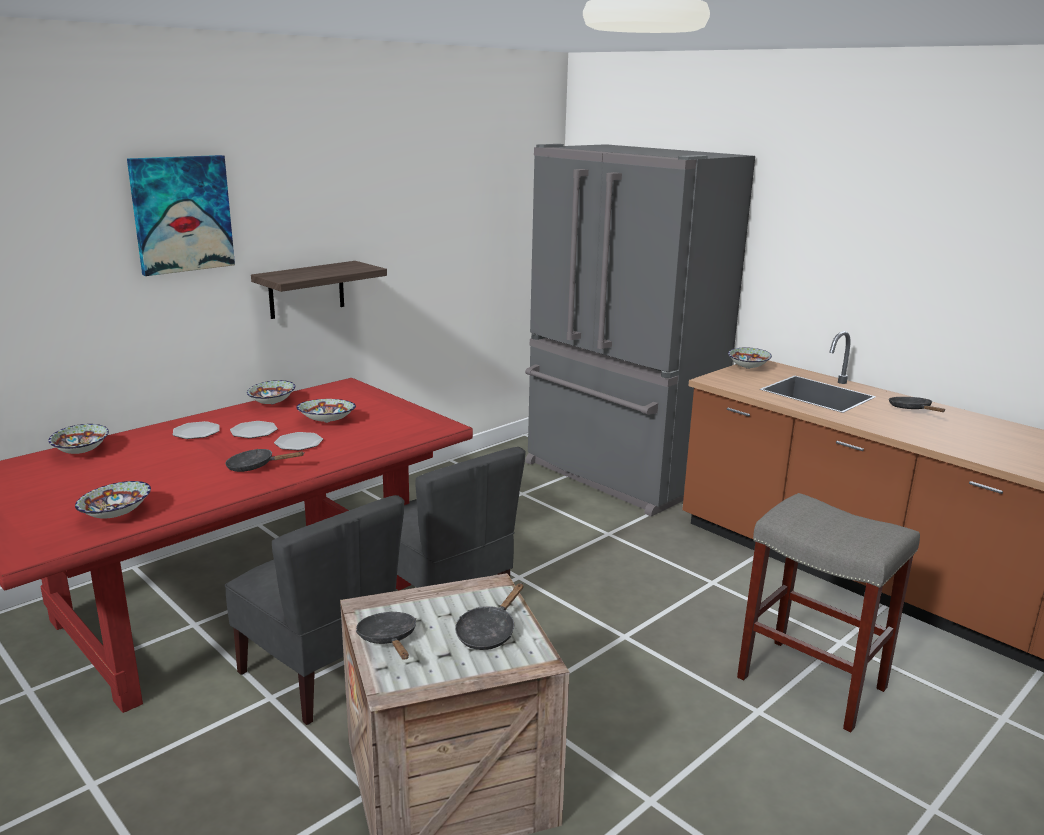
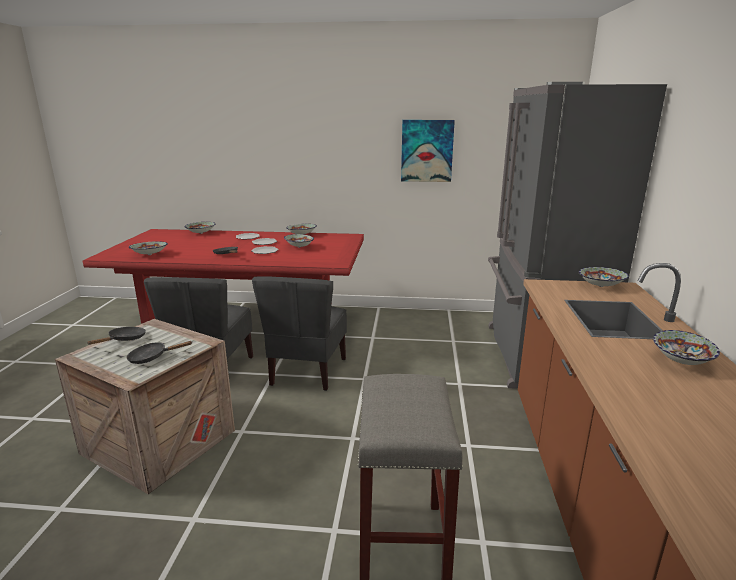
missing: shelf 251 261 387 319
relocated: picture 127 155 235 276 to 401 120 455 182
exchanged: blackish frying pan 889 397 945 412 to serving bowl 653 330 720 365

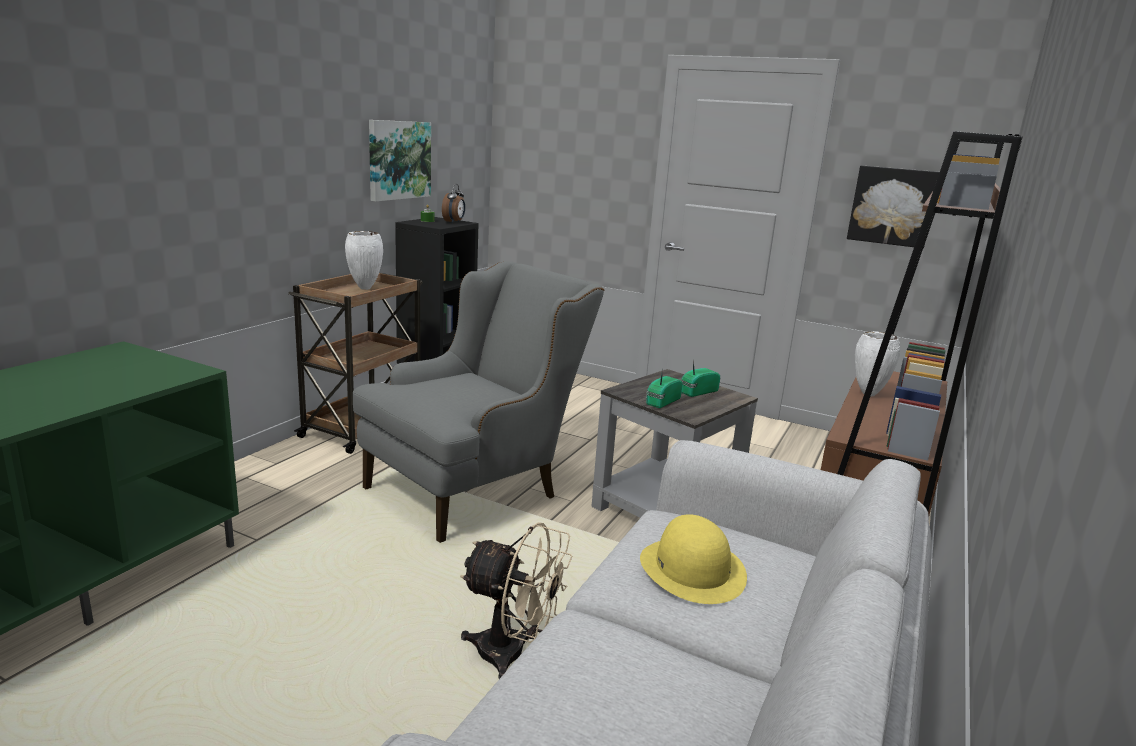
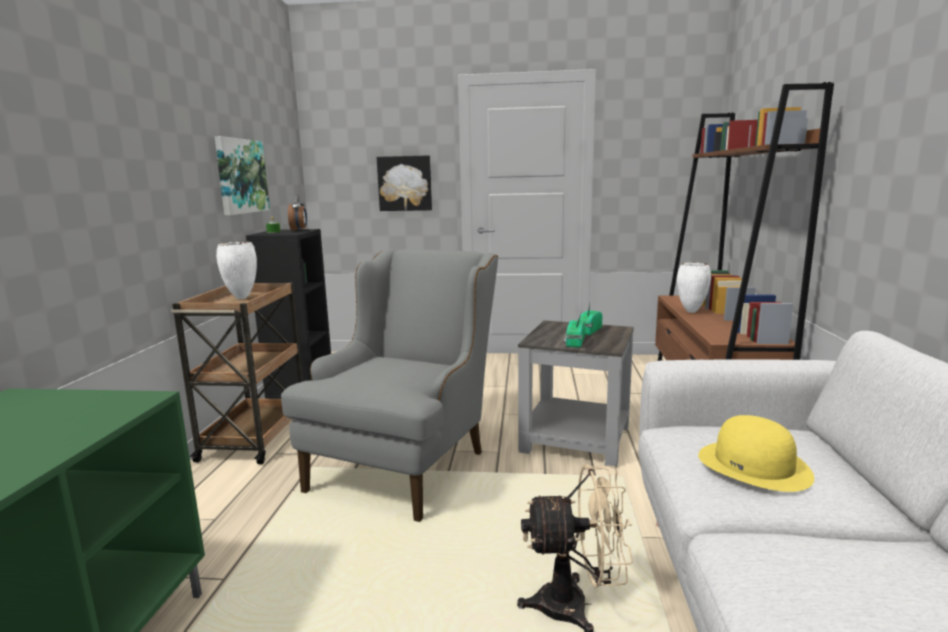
relocated: picture 847 165 940 247 to 377 155 432 211

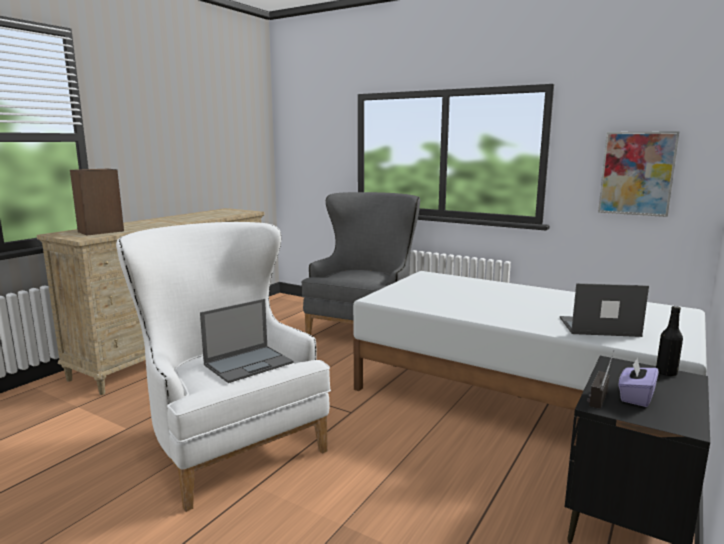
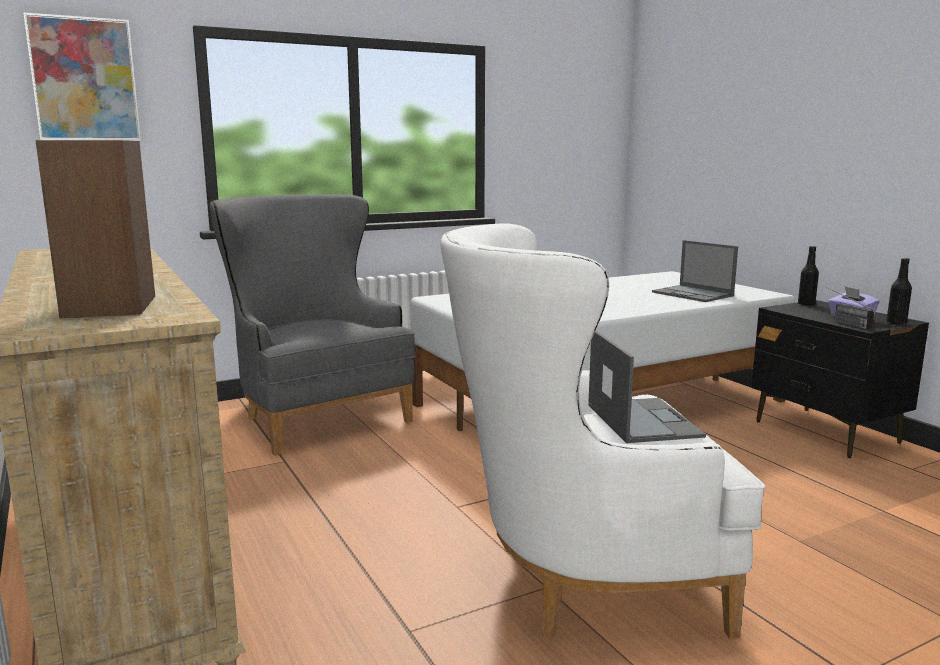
appeared: blackish bottle 886 258 912 325
relocated: picture 598 131 680 217 to 23 12 141 141
spun: laptop 560 283 649 337 = 652 240 738 302 75 degrees counterclockwise

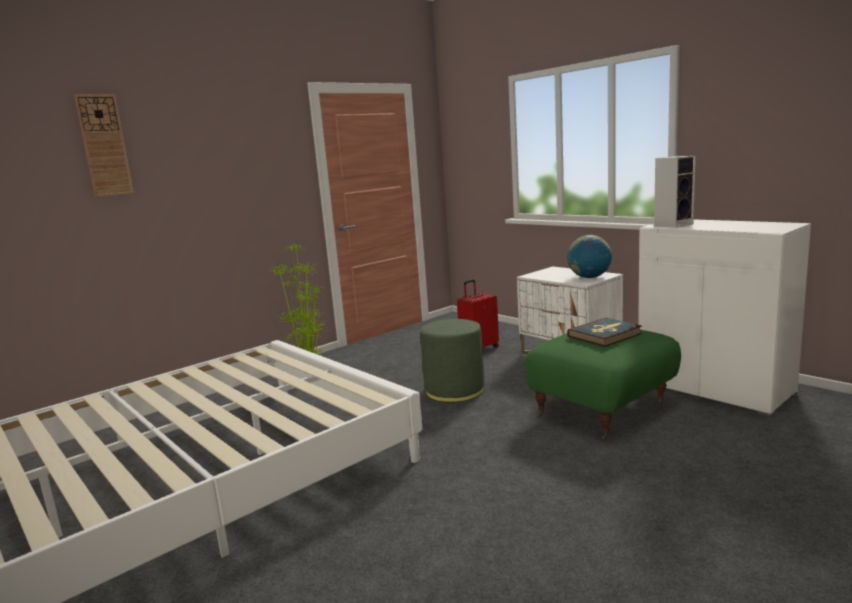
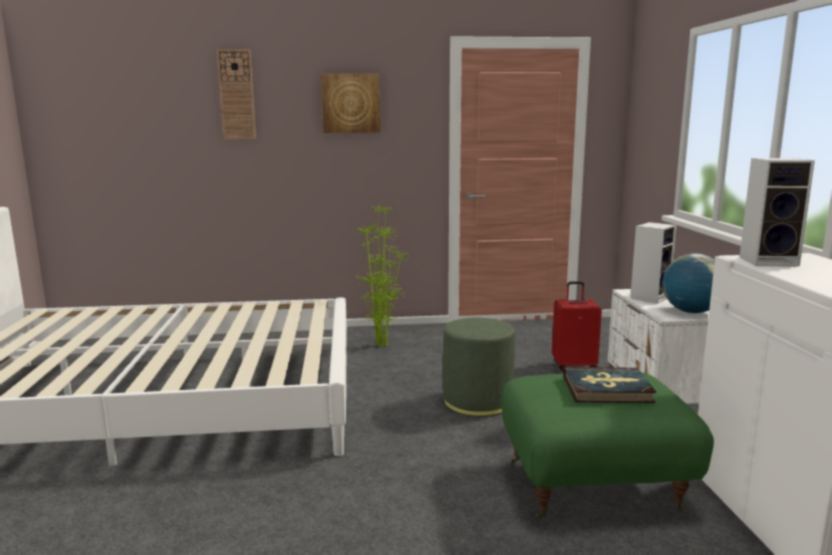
appeared: picture 321 74 380 133; loudspeaker 630 222 677 304

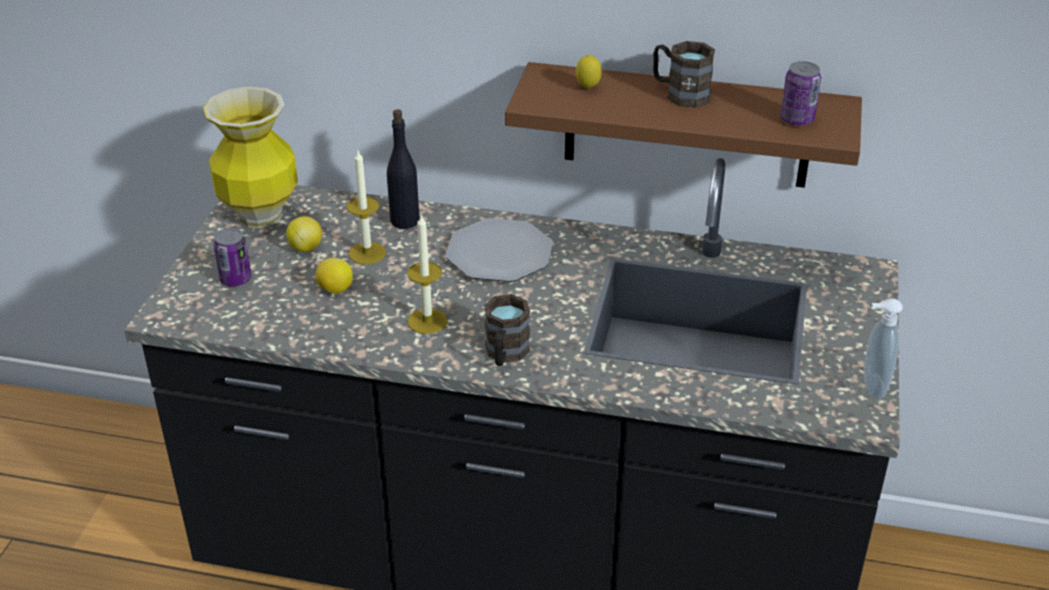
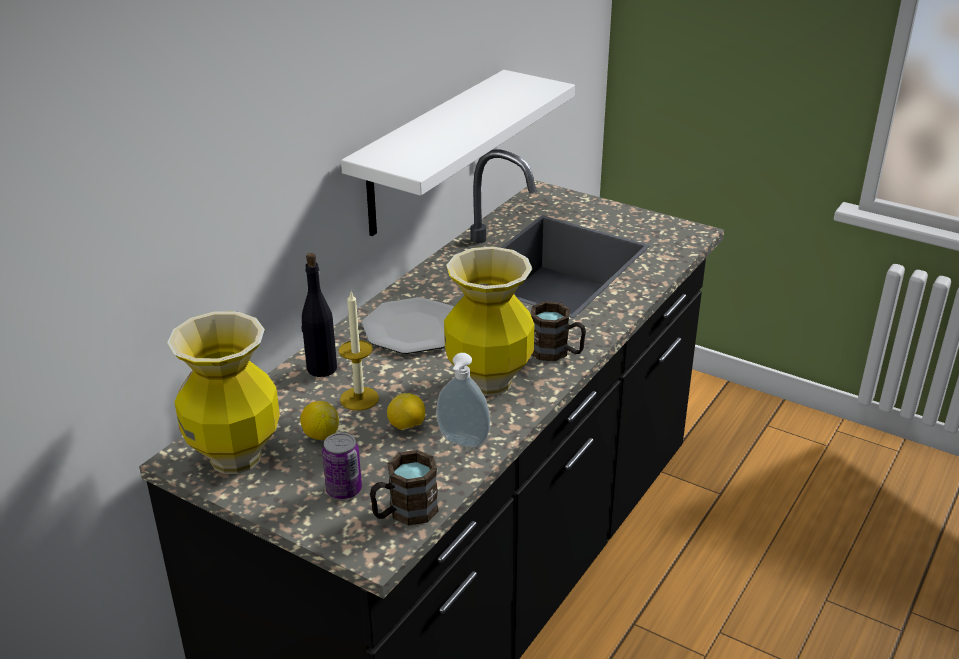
missing: citrus fruit 576 55 602 89; can 780 61 821 126
relocated: brown coffee mug 653 41 715 108 to 370 450 438 525; soap bottle 864 298 903 398 to 436 353 490 447
exchanged: candle 407 214 448 334 to flower vase 444 246 535 396
colour: brown shelf 505 62 862 188 to white-coloured shelf 341 70 575 236

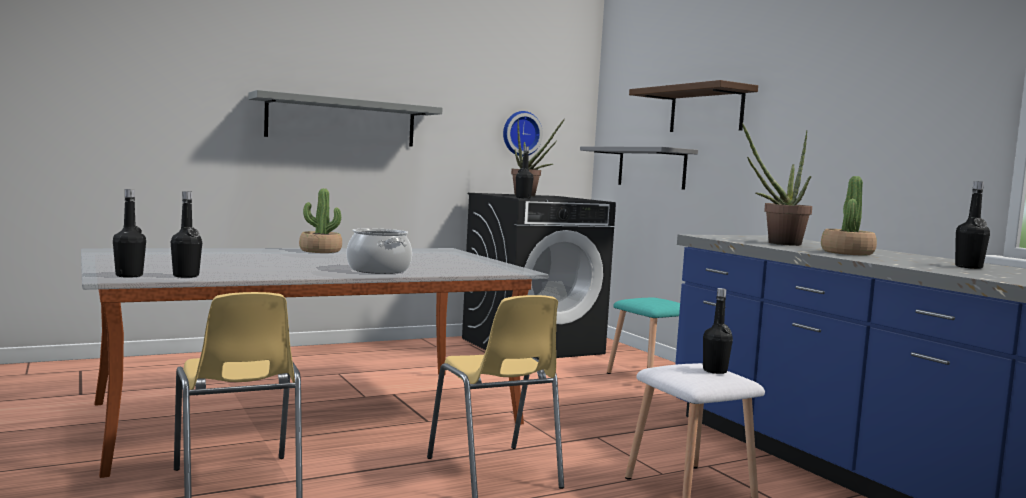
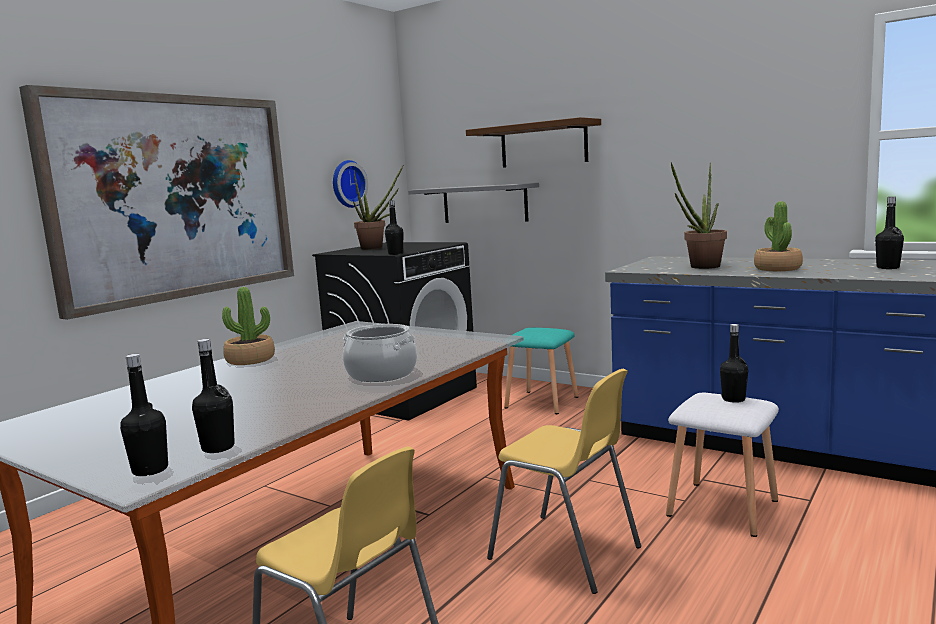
exchanged: grey shelf 248 90 443 147 to picture 19 85 294 320

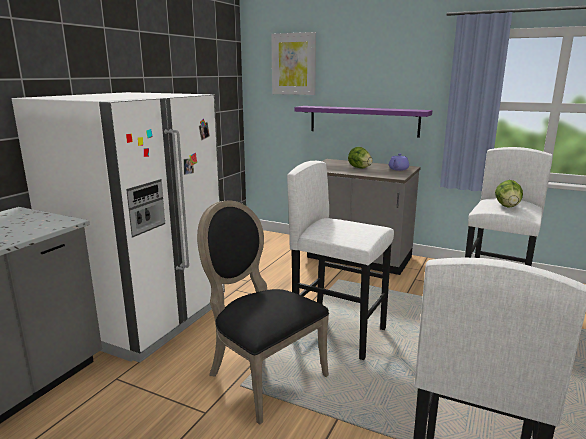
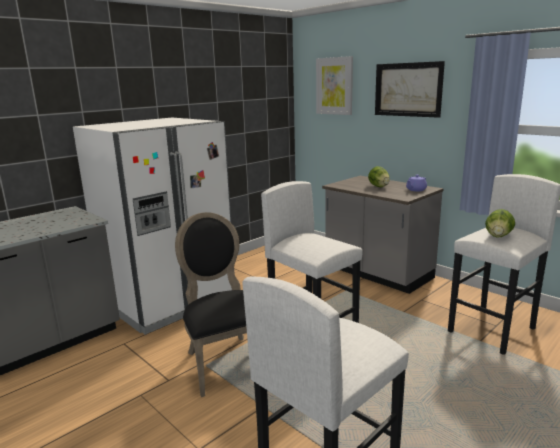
missing: purple-coloured shelf 294 106 432 138
appeared: picture 375 61 445 118

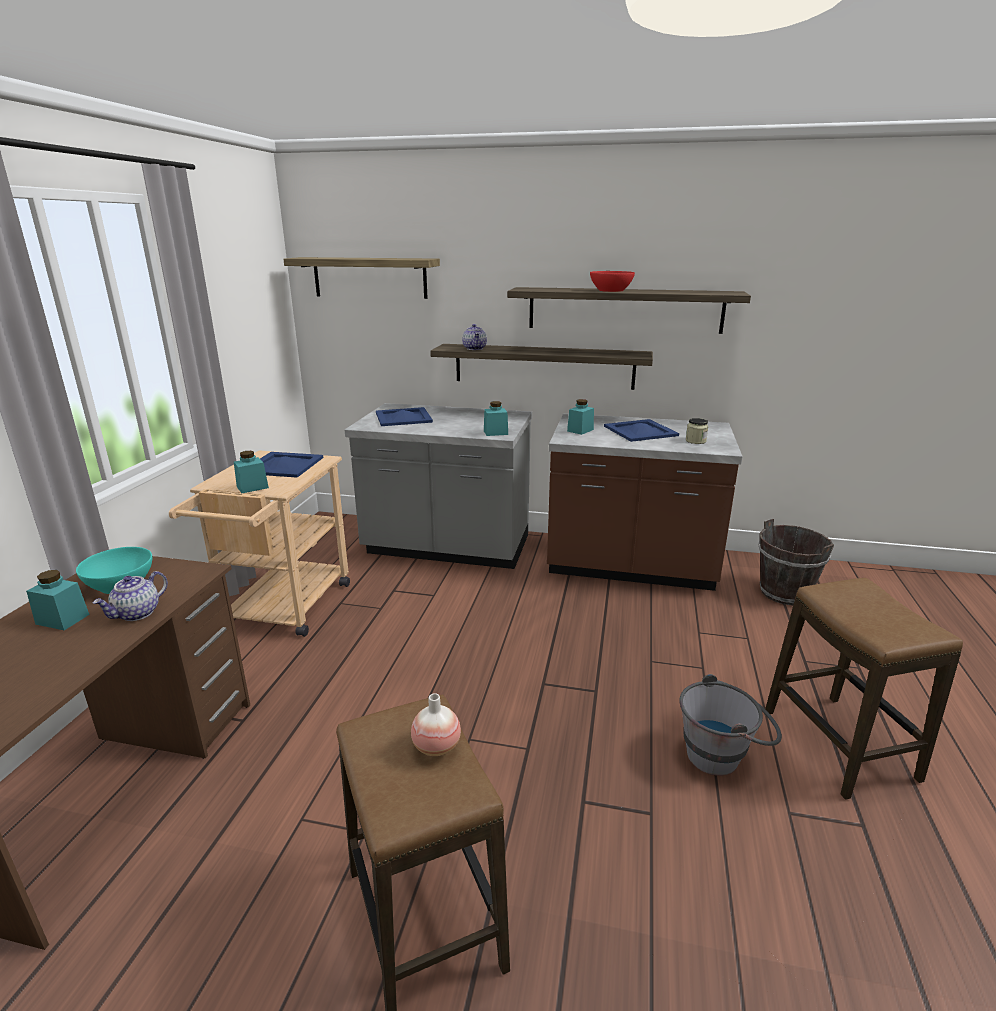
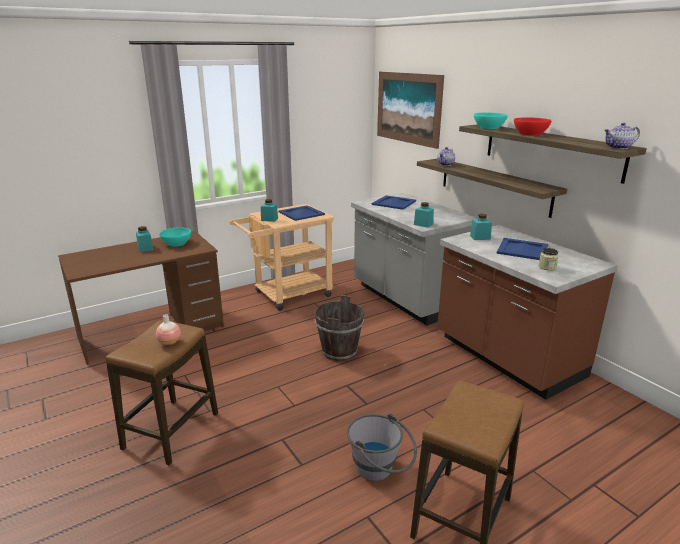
appeared: blue-green serving bowl 474 112 508 129
relocated: teapot 93 571 168 621 to 604 123 640 149; brown pail 758 519 834 605 to 314 296 365 361
exchanged: shelf 283 257 440 299 to picture 377 72 444 149

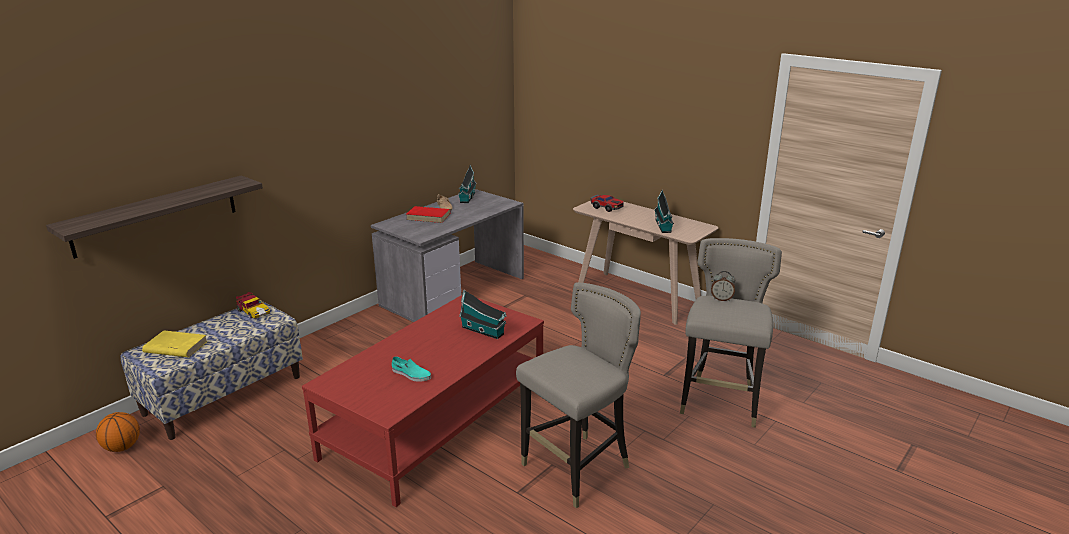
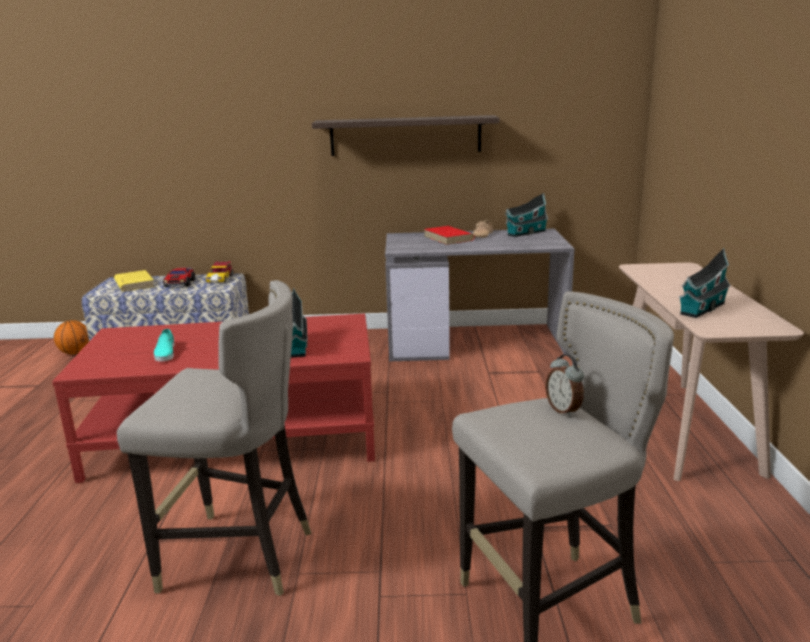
relocated: shelf 46 176 263 259 to 312 115 499 156; toy car 591 194 624 212 to 163 267 195 287

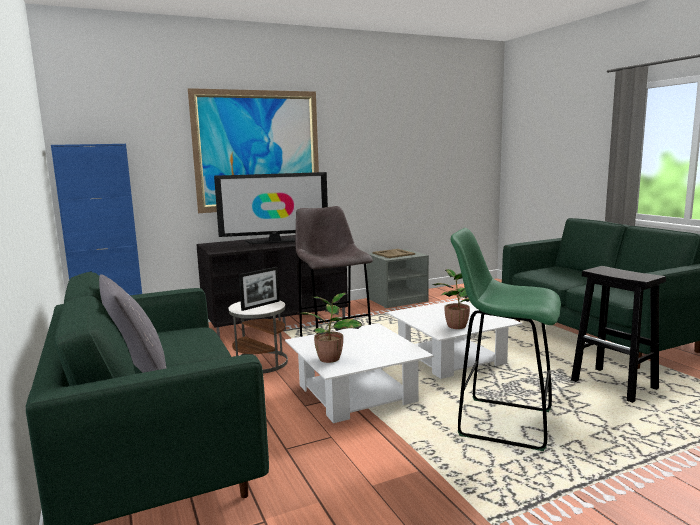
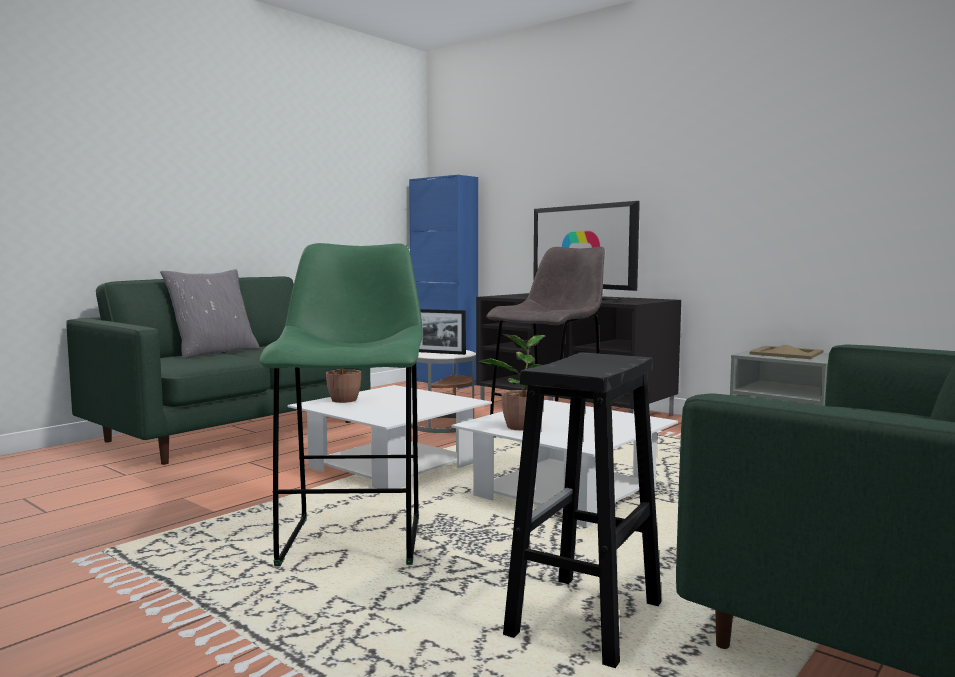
missing: picture 188 88 319 213

